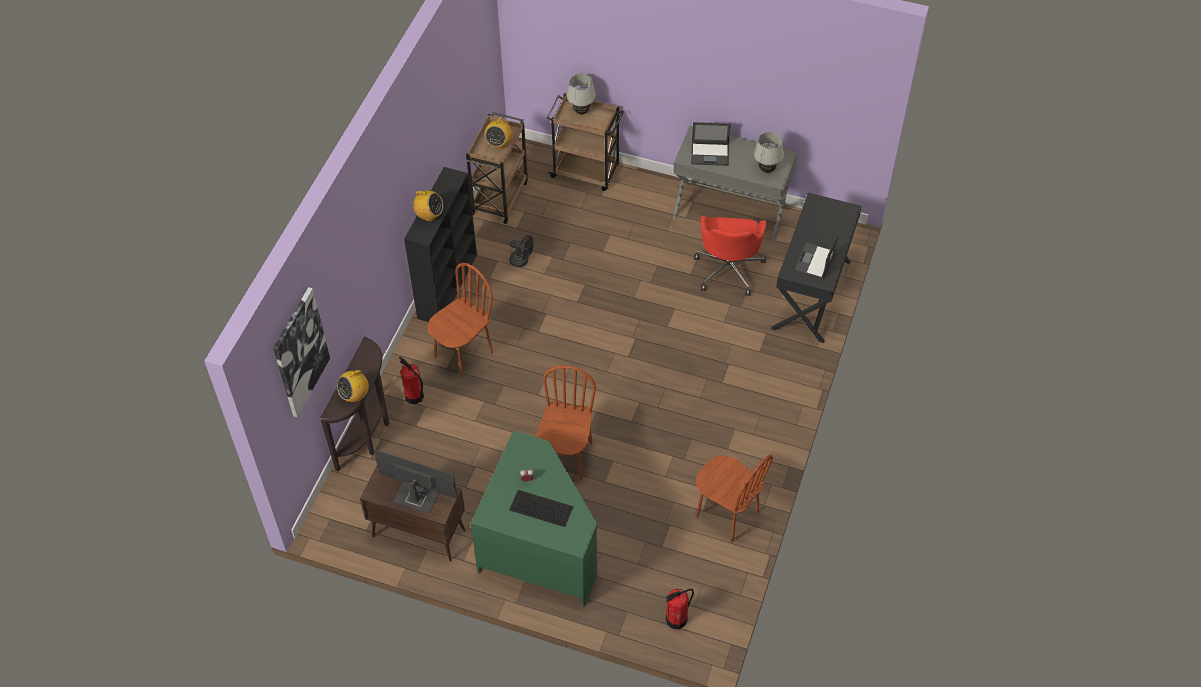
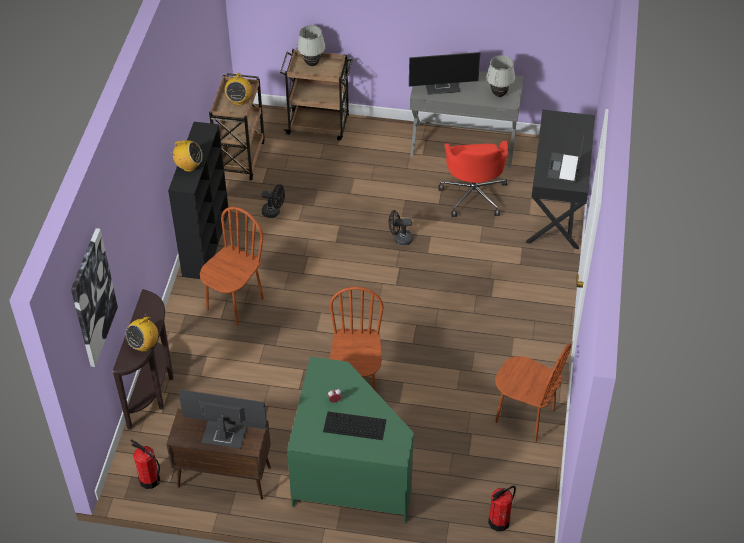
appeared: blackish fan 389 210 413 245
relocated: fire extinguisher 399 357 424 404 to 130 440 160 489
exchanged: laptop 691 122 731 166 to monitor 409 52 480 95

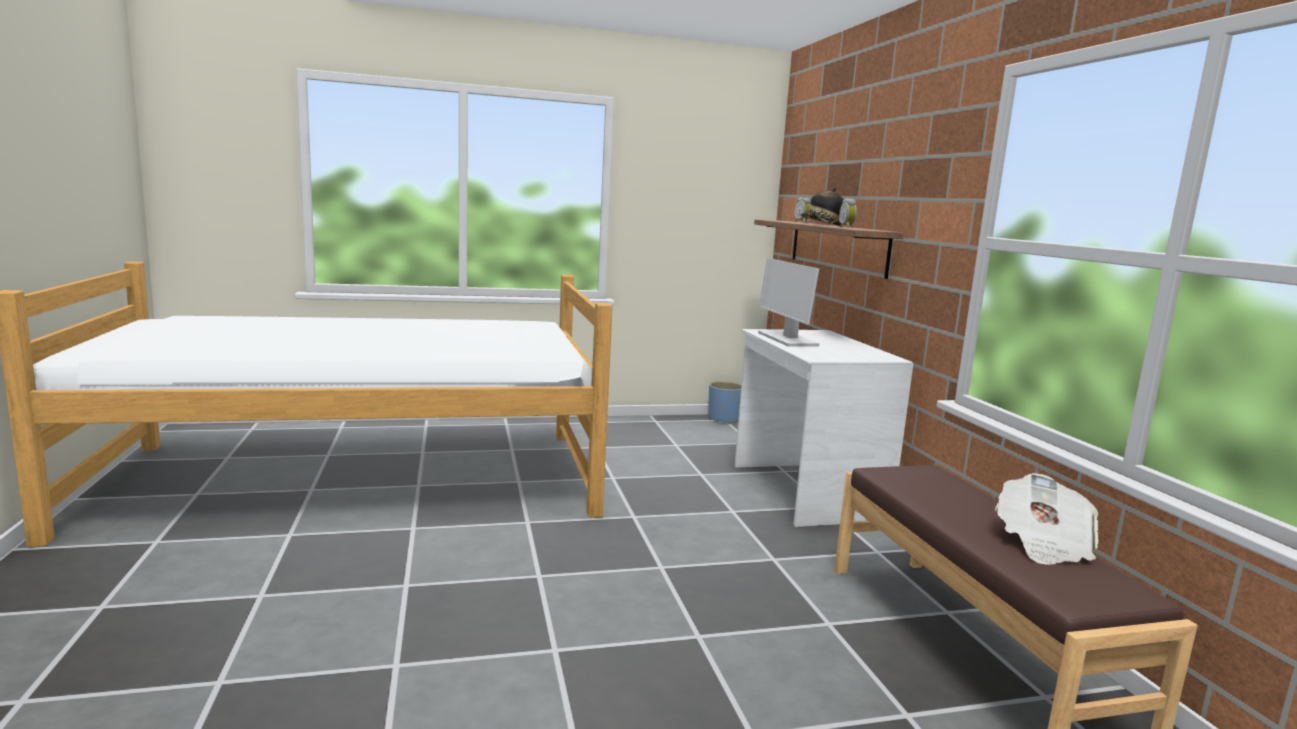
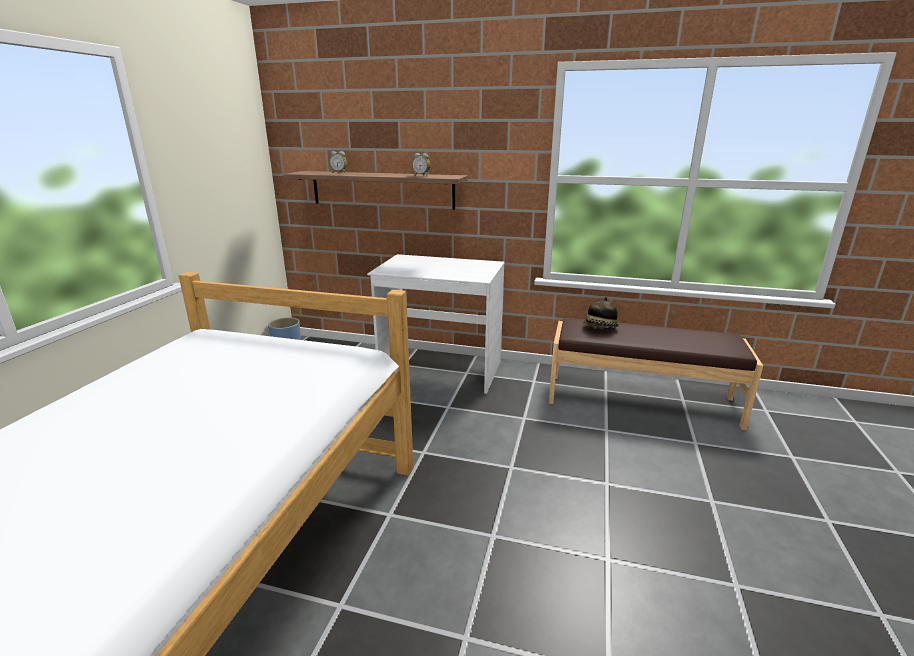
missing: monitor 758 258 819 347; newspaper 995 473 1098 565
relocated: clothing hat 800 187 844 226 to 583 297 619 329

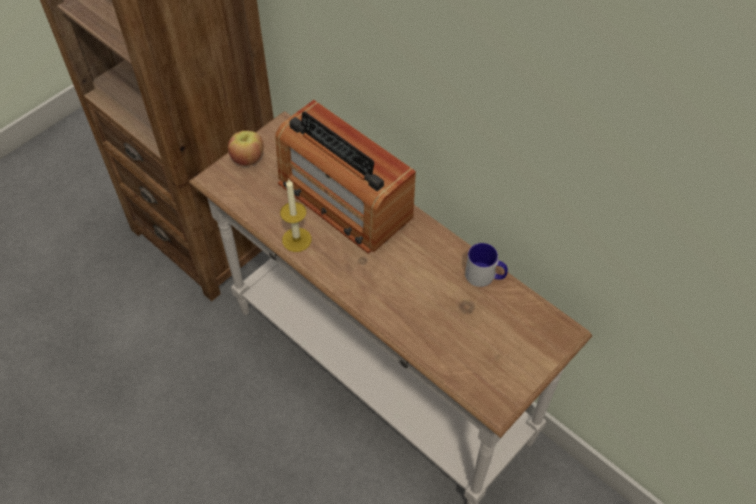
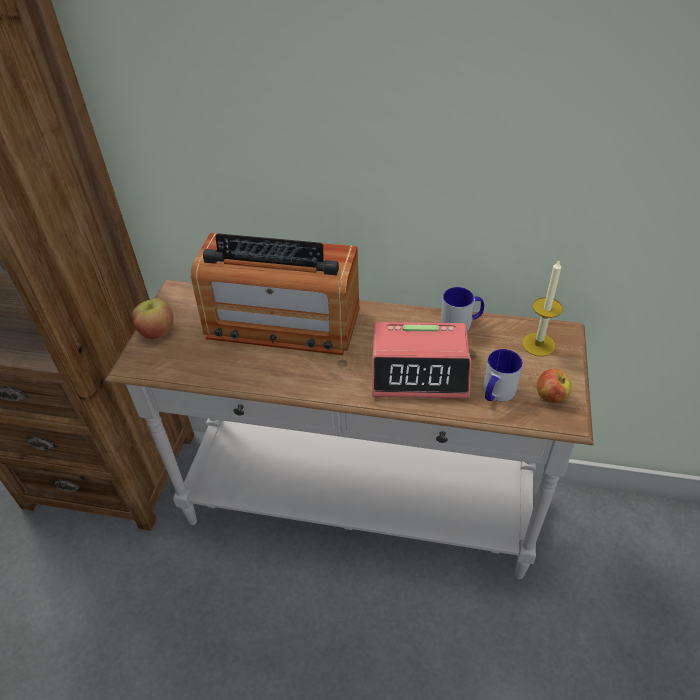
appeared: bedside clock 372 322 472 399; coffee mug 483 349 523 401; whole apple 536 368 572 403
relocated: candle 280 179 312 252 to 522 261 563 357

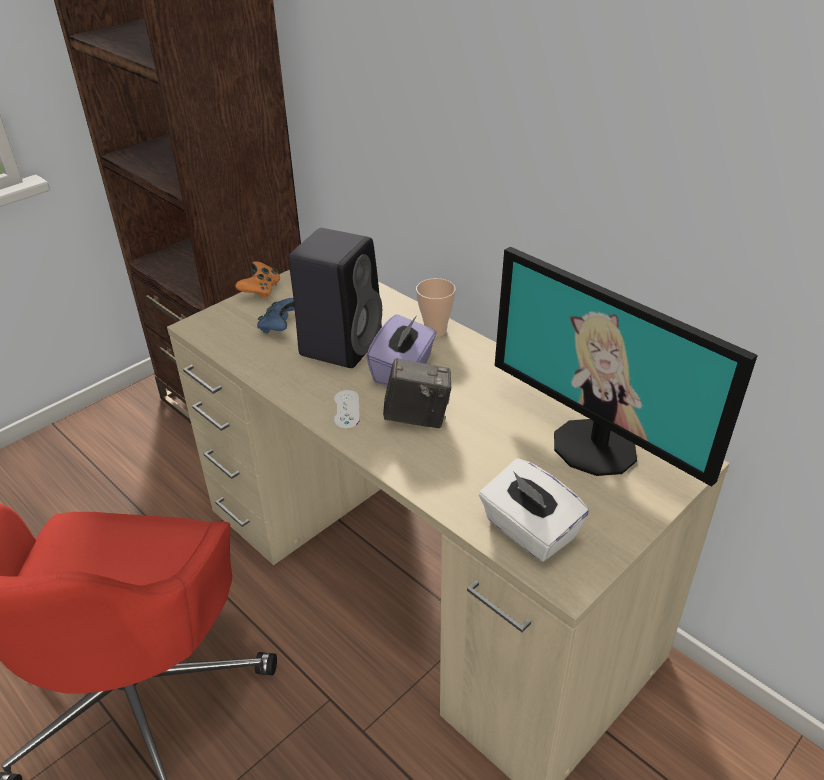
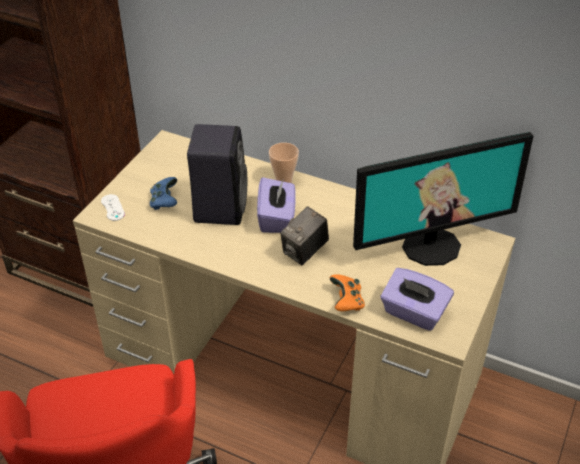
relocated: orange joypad 235 261 280 299 to 330 274 365 311; white-coloured joypad 334 390 360 428 to 101 194 125 221
colour: white-coloured box of tissues 479 458 589 562 to purple-coloured box of tissues 381 268 454 331
spun: still camera 383 358 451 428 = 280 206 329 265 150 degrees clockwise; monitor 495 247 758 487 = 353 132 533 266 45 degrees counterclockwise

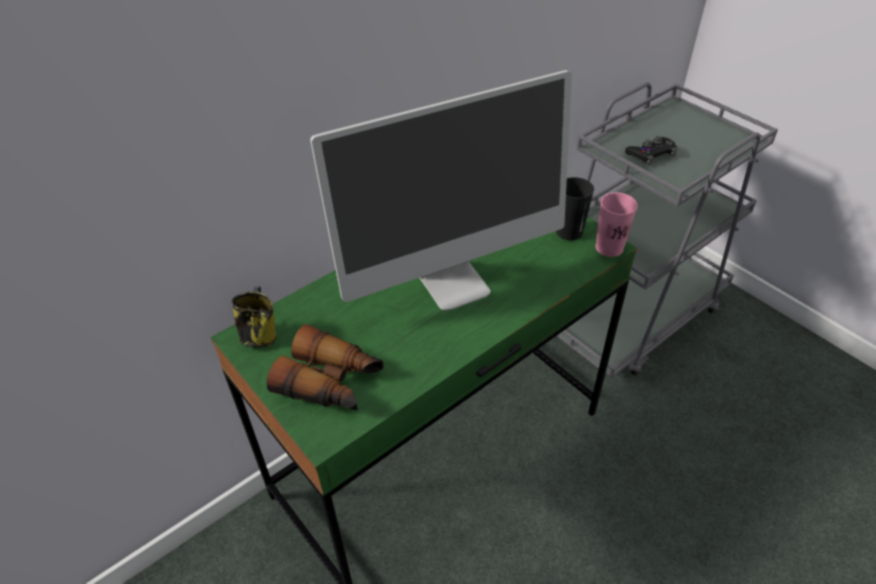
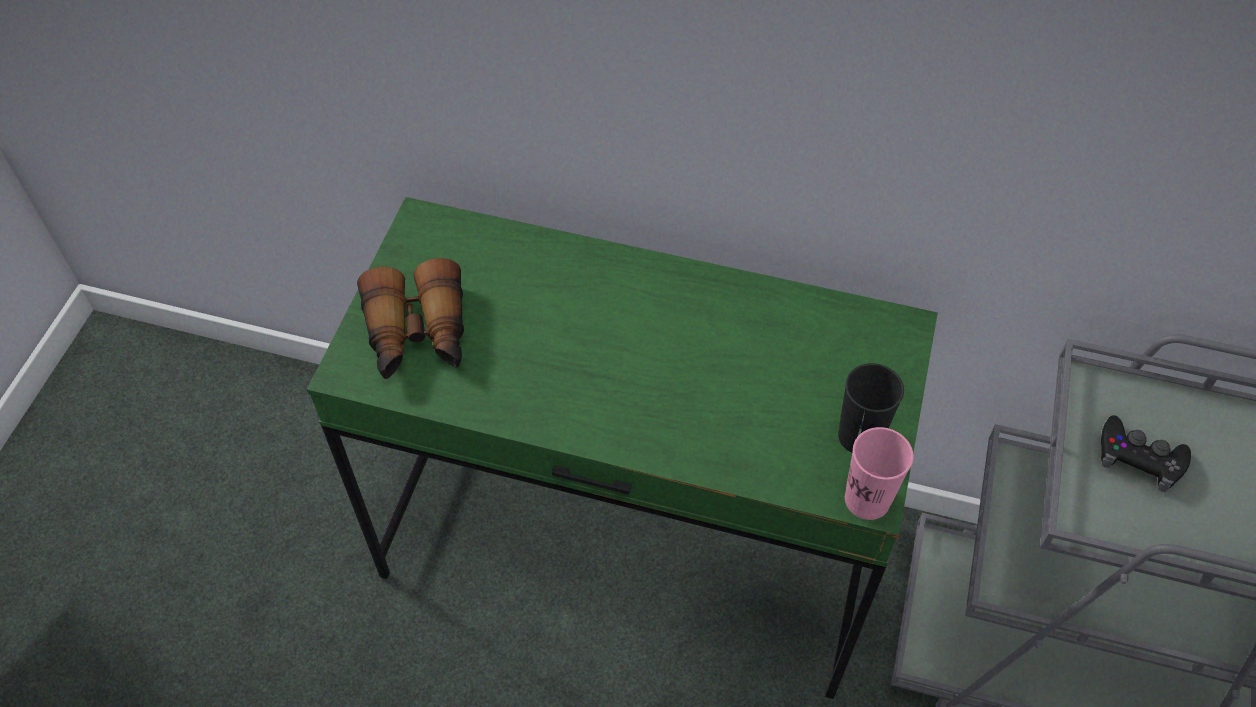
missing: coffee mug 232 286 276 347; monitor 310 70 572 311

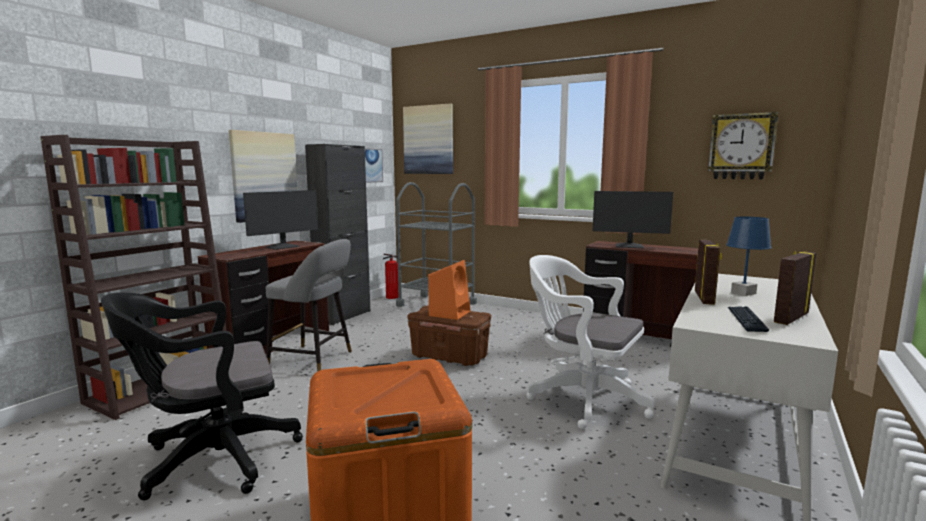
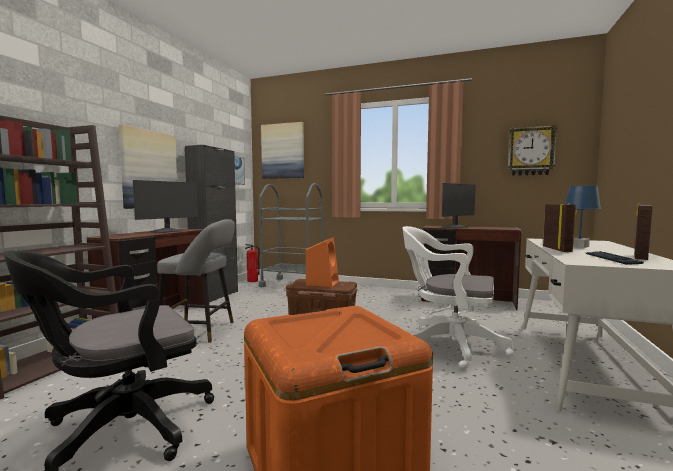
spun: monitor 593 191 673 248 = 442 183 476 228 45 degrees counterclockwise

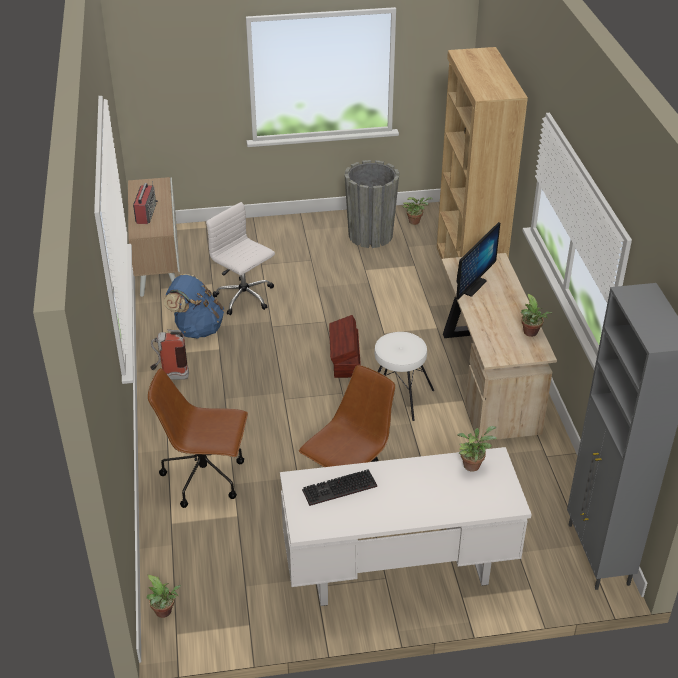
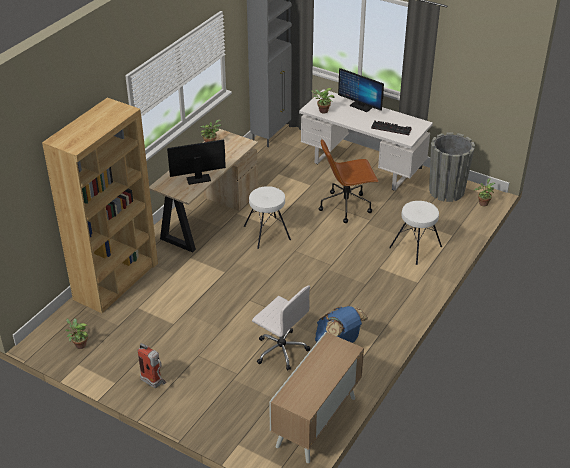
missing: radio receiver 133 181 158 224; brown storage bin 329 315 361 378
appeared: monitor 338 68 384 112
relocated: fire extinguisher 150 329 189 380 to 138 343 166 388; grey plant pot 344 160 399 248 to 429 132 475 202
exchanged: brown office chair 148 368 248 508 to white-coloured sitting stool 389 201 442 265
spun: white-coloured office chair 206 202 275 315 = 252 285 310 371 45 degrees counterclockwise

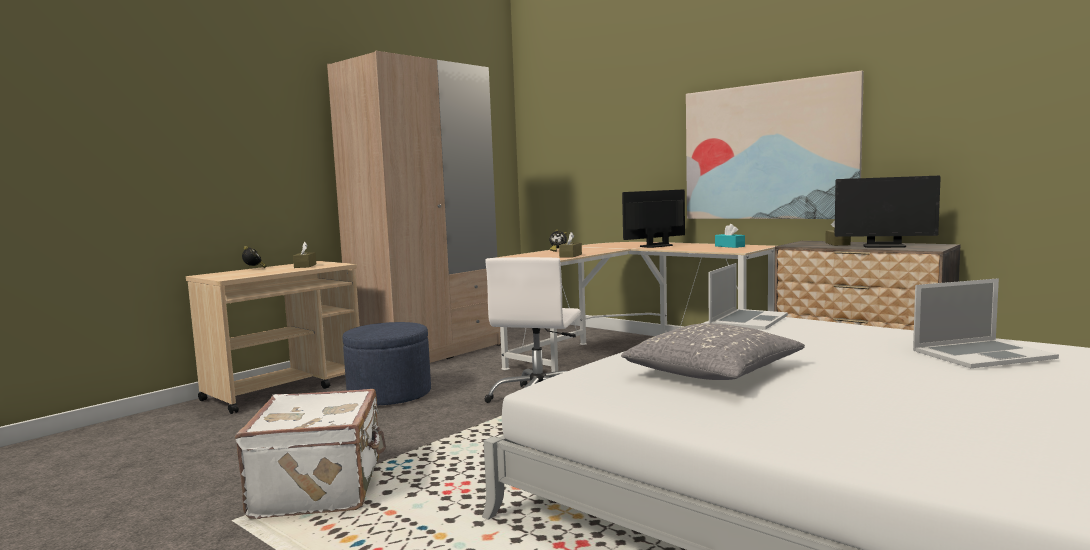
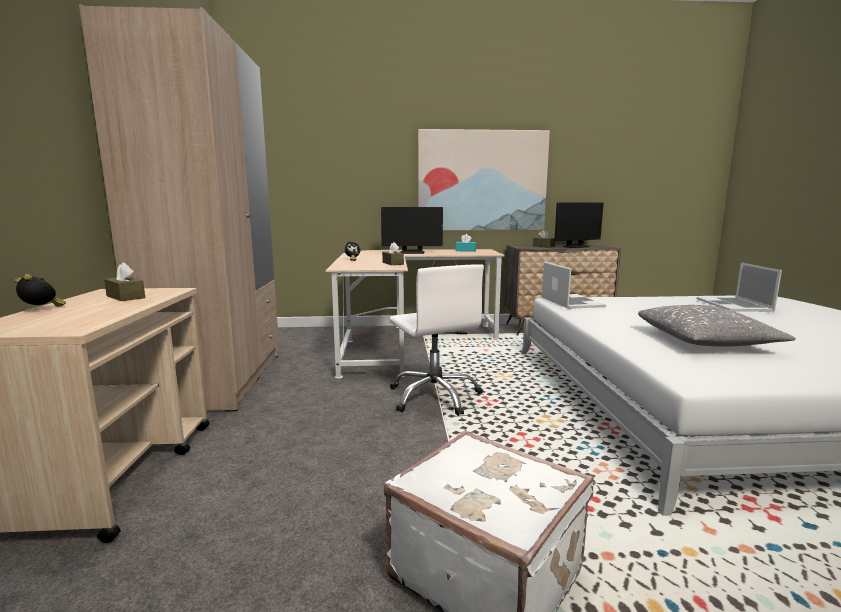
missing: blue ottoman 343 322 431 405
spun: monitor 622 189 685 248 = 381 207 443 254 105 degrees counterclockwise; laptop 913 278 1059 368 = 697 262 782 312 150 degrees clockwise

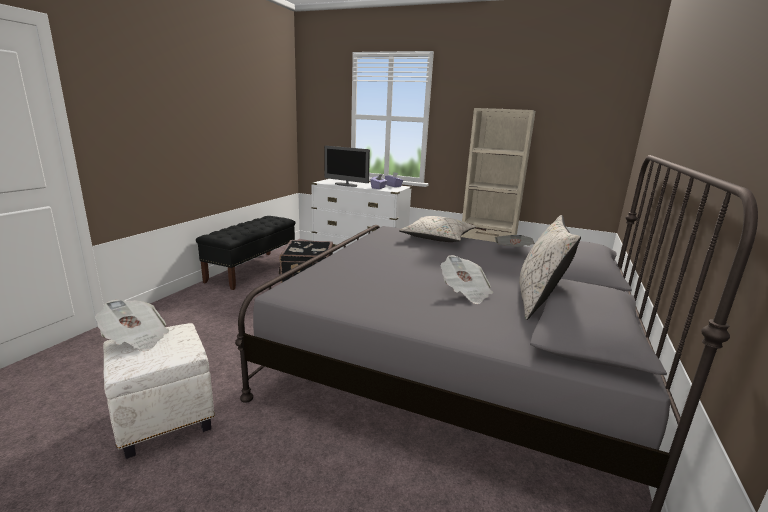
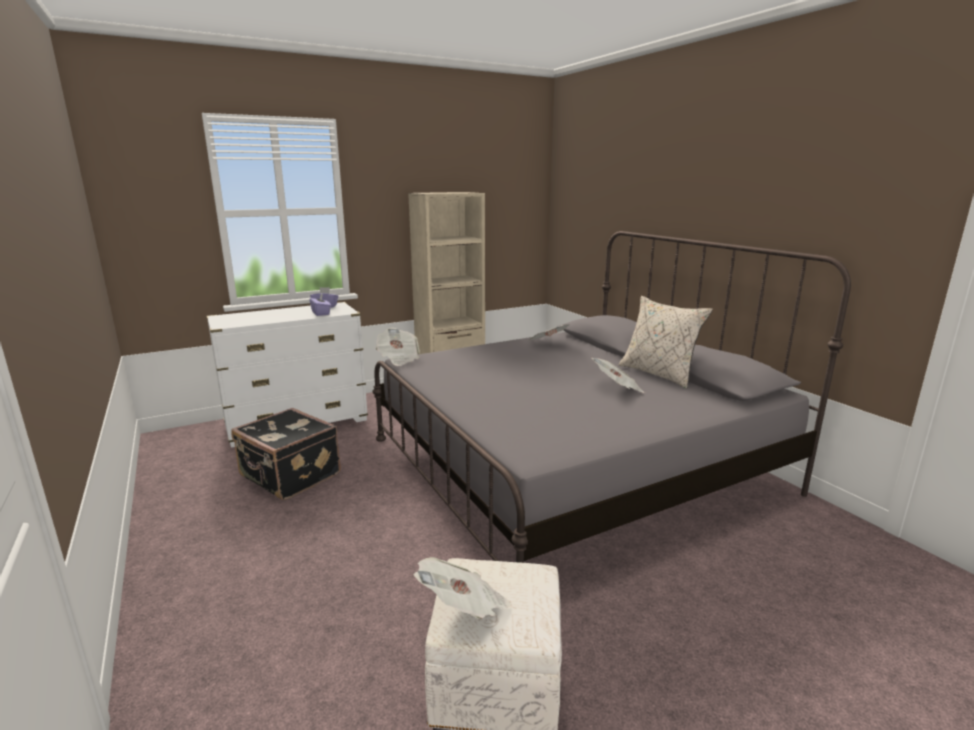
missing: blackish long seat 196 216 295 290; monitor 324 146 370 187; beige-coloured pillow 399 216 476 242
appeared: newspaper 376 328 420 366

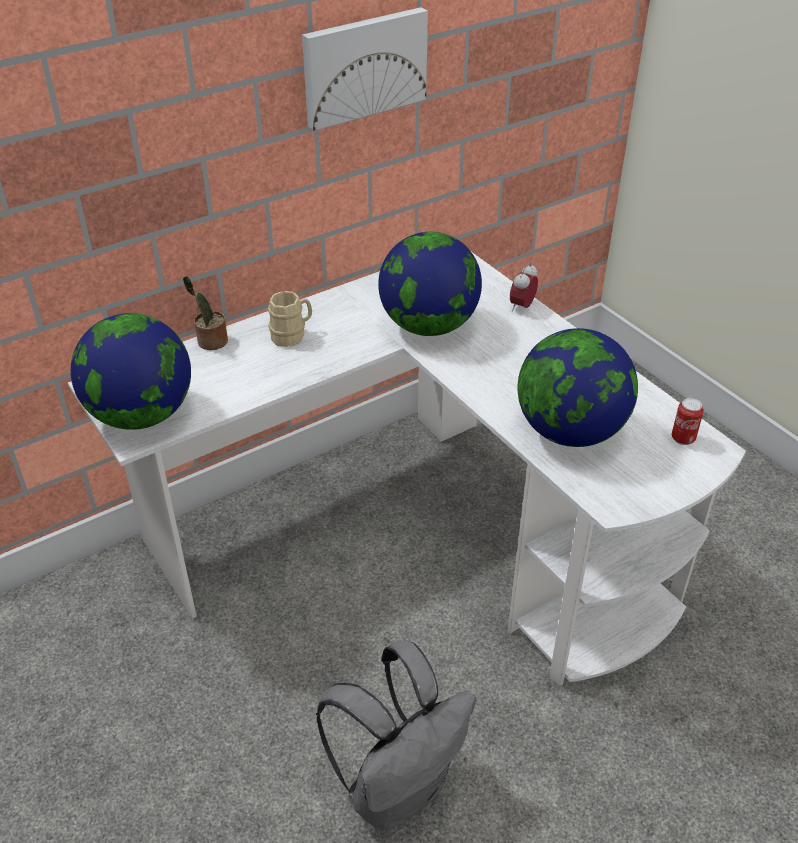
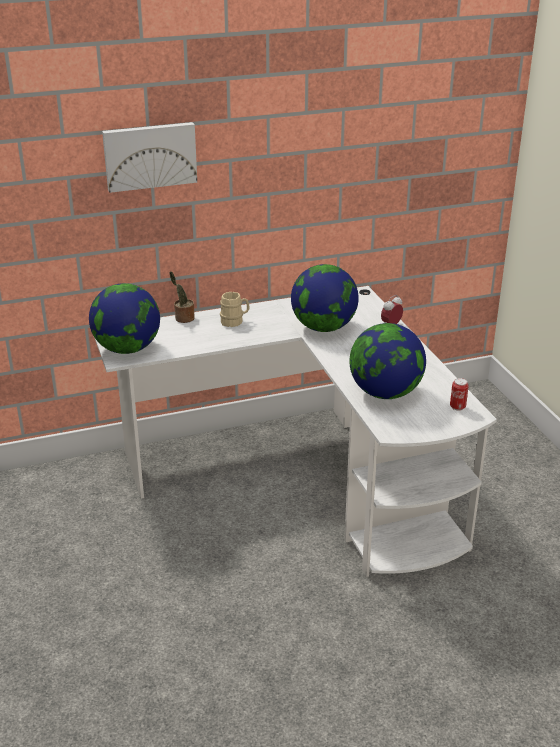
missing: grey backpack 316 641 476 831
relocated: picture 302 7 428 131 to 102 122 197 193

